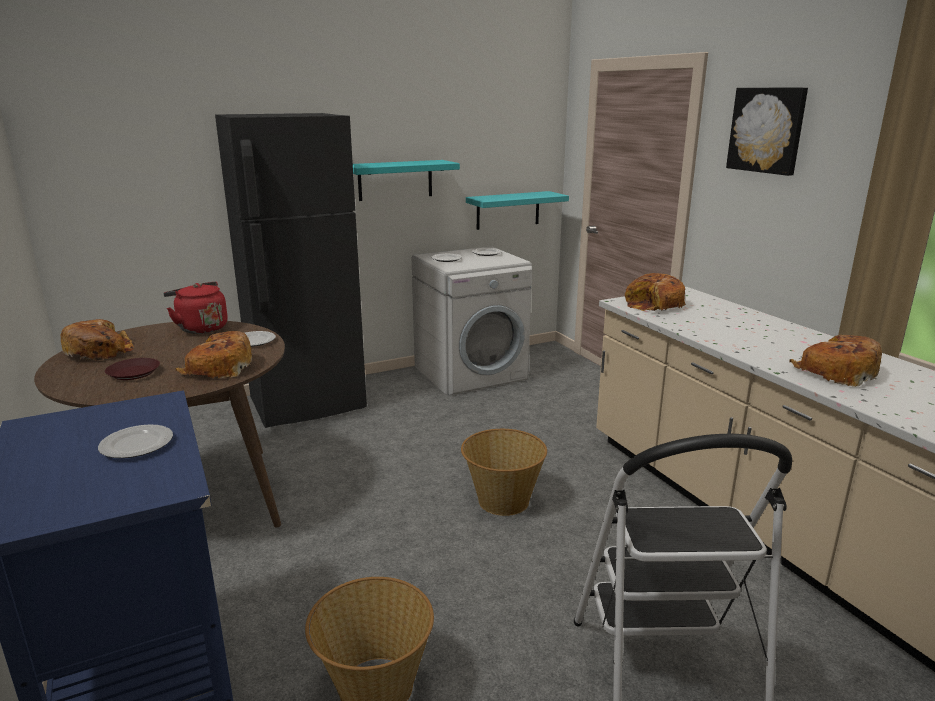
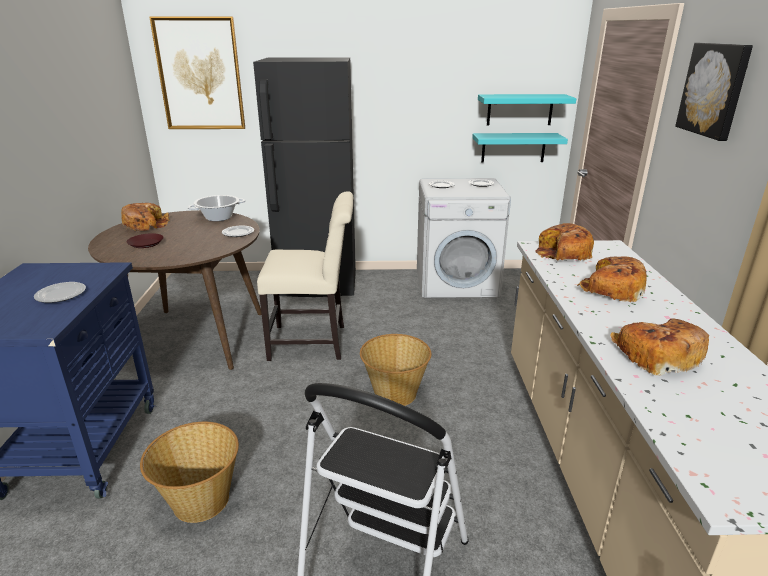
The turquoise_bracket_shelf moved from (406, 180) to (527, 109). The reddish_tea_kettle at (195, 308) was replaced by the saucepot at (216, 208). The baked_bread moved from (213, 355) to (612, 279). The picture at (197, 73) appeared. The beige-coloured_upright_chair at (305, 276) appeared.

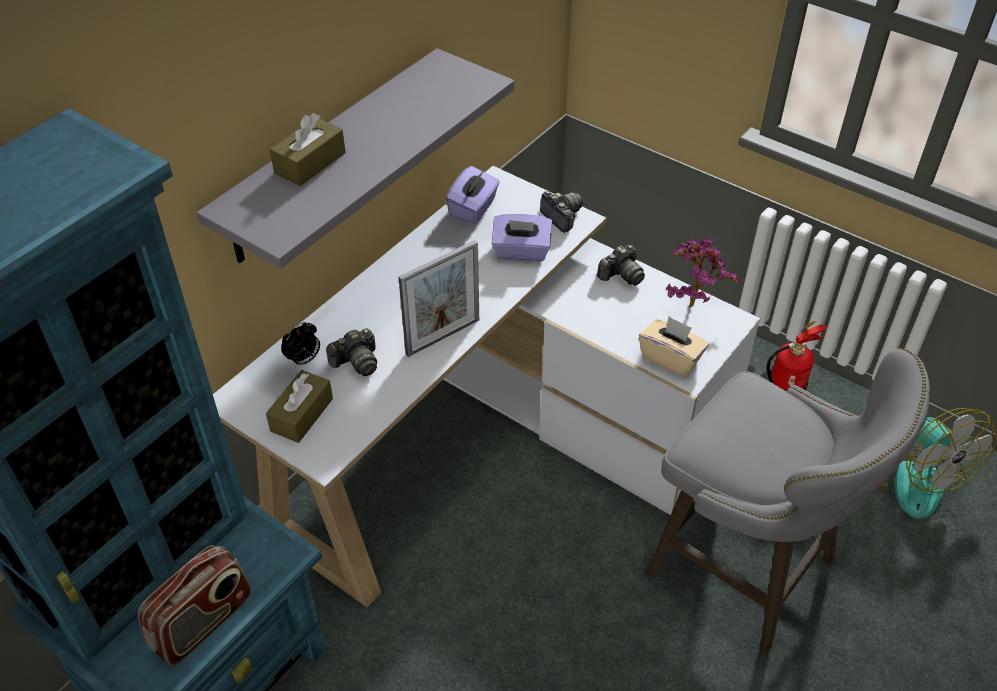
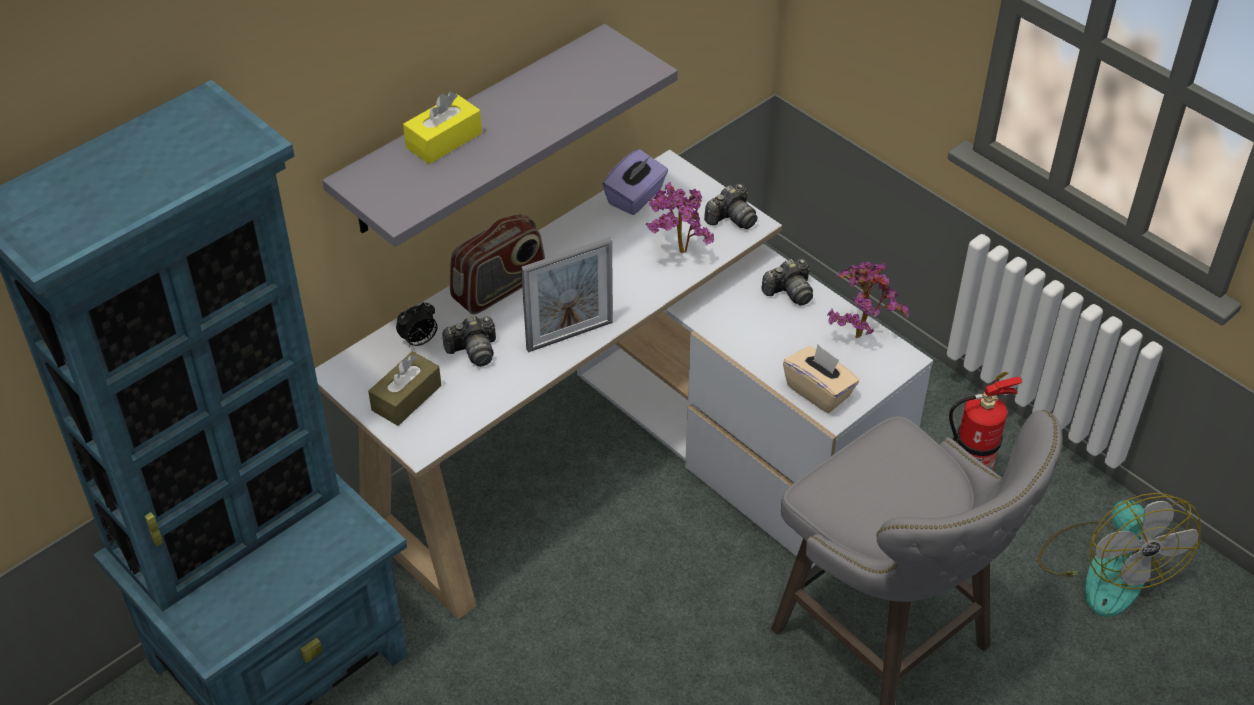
The brown-coloured_box_of_tissues at (308, 149) became the yellowish_box_of_tissues at (442, 128). The photo_camera at (561, 212) turned 75 degrees clockwise. The purple_box_of_tissues at (522, 237) was replaced by the plant_in_a_pot at (680, 217). The radio_set moved from (195, 605) to (497, 264).

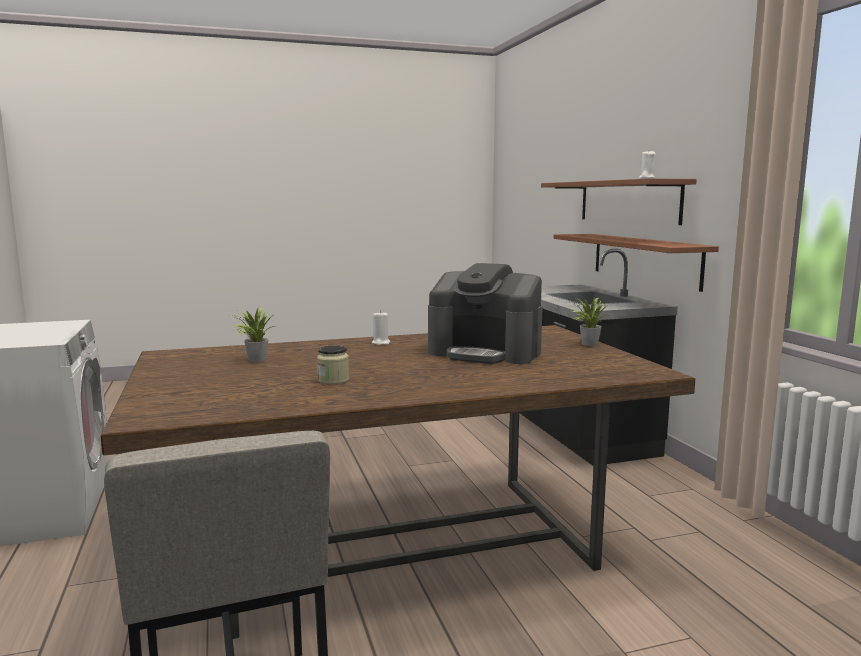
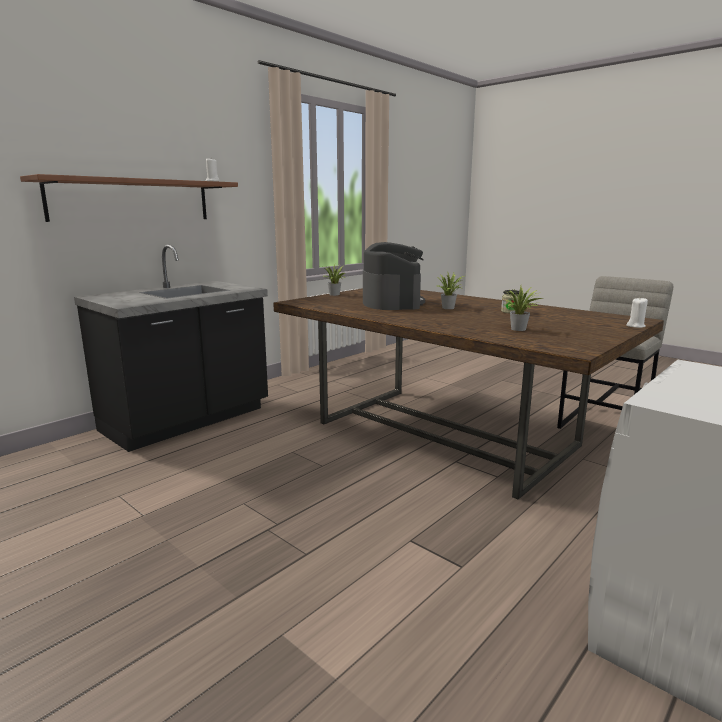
The brown-coloured_bracket_shelf at (636, 263) disappeared. The whitish_wax_light moved from (381, 327) to (637, 313). The plant_in_a_pot at (450, 290) appeared.

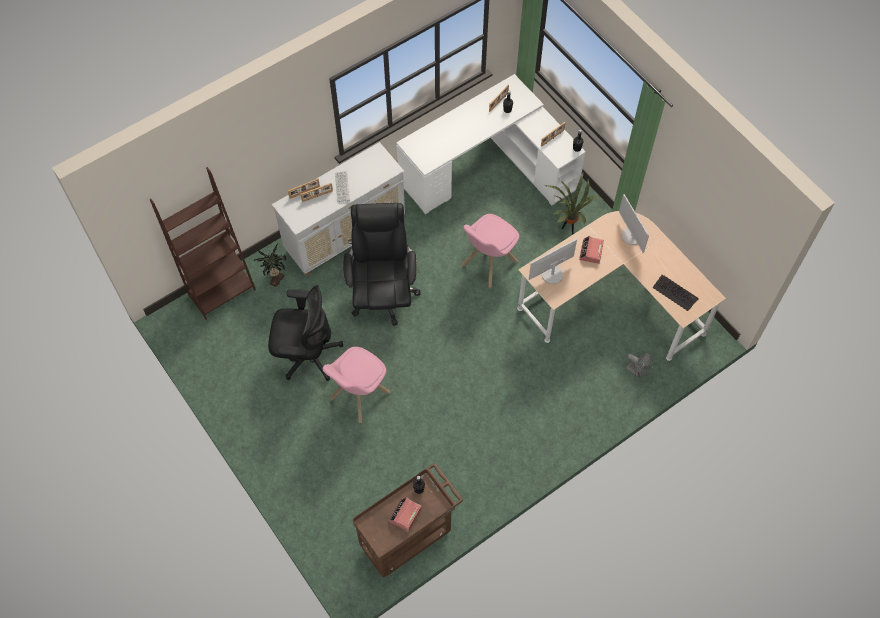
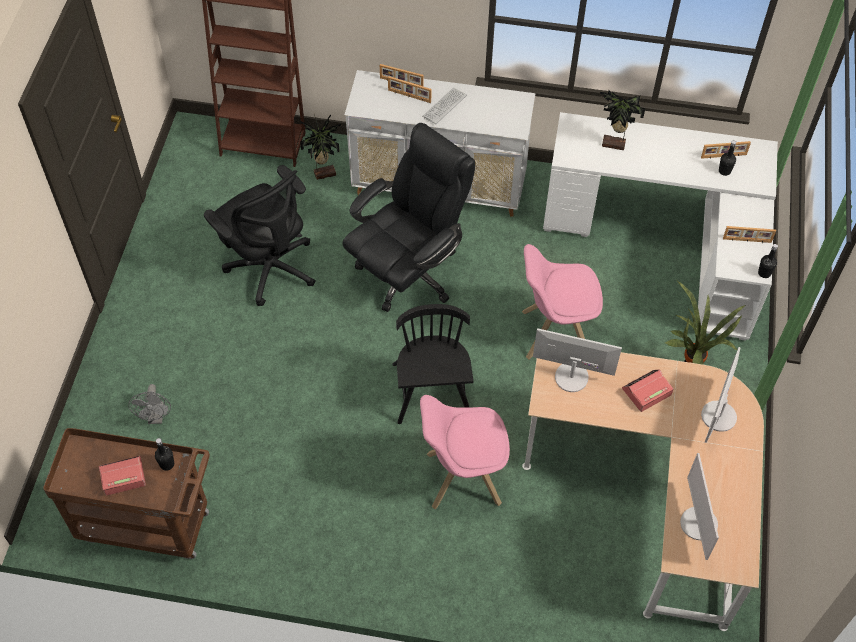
The PC_keyboard at (676, 293) was replaced by the monitor at (699, 506). The pink_upright_chair moved from (356, 385) to (465, 452). The grey_electric_fan moved from (639, 365) to (149, 404). The plant_in_a_pot at (622, 120) appeared. The black_upright_chair at (433, 364) appeared.

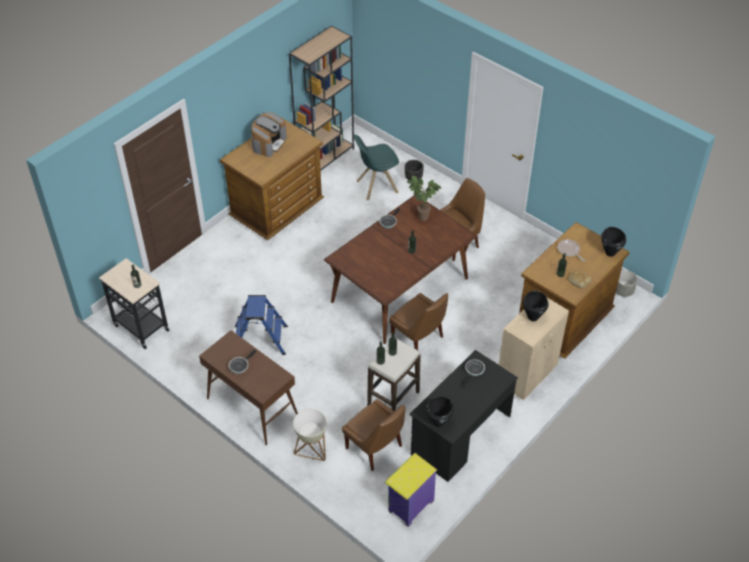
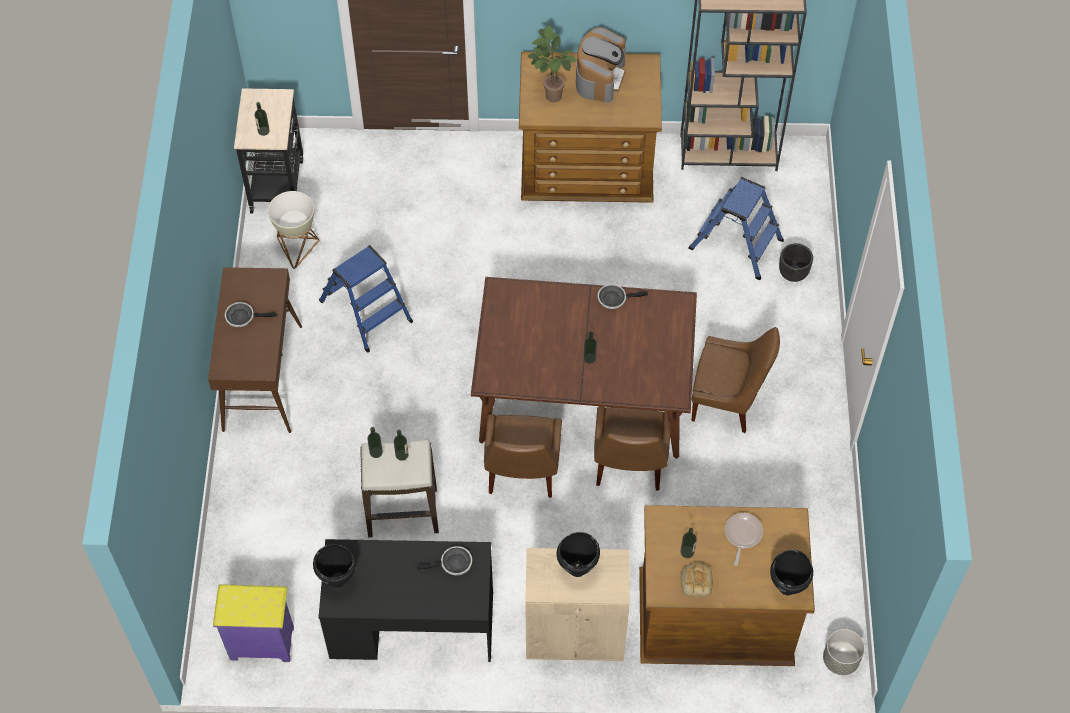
The coffee_brewer at (269, 134) turned 60 degrees counterclockwise. The turquoise_upright_chair at (376, 168) was replaced by the blue_stepladder at (736, 228). The plant_in_a_pot moved from (424, 198) to (552, 64). The brown-coloured_upright_chair moved from (373, 435) to (632, 448). The plant_pot moved from (310, 435) to (293, 230).

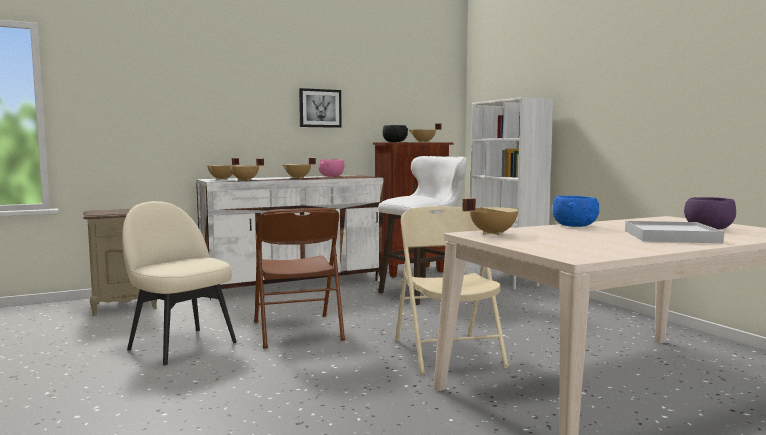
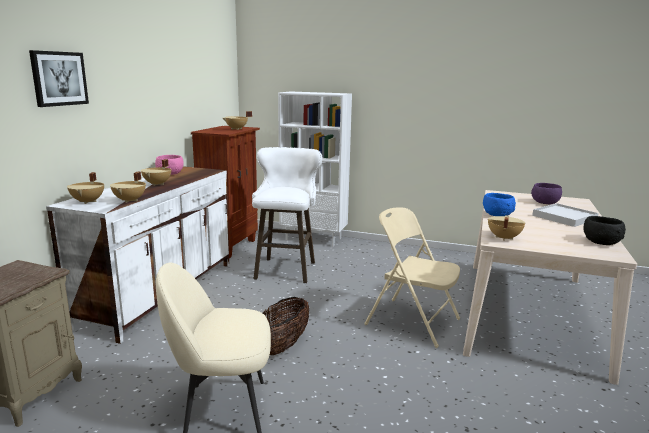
The picture moved from (320, 108) to (59, 78). The black_deep_dish moved from (395, 133) to (604, 230). The brown-coloured_upright_chair at (299, 278) was replaced by the household_basket at (286, 326).

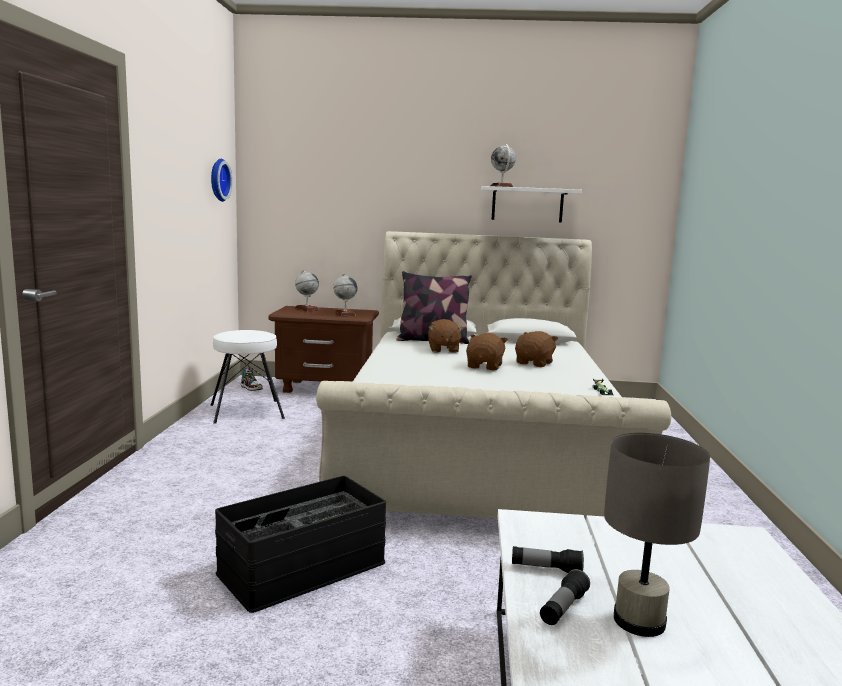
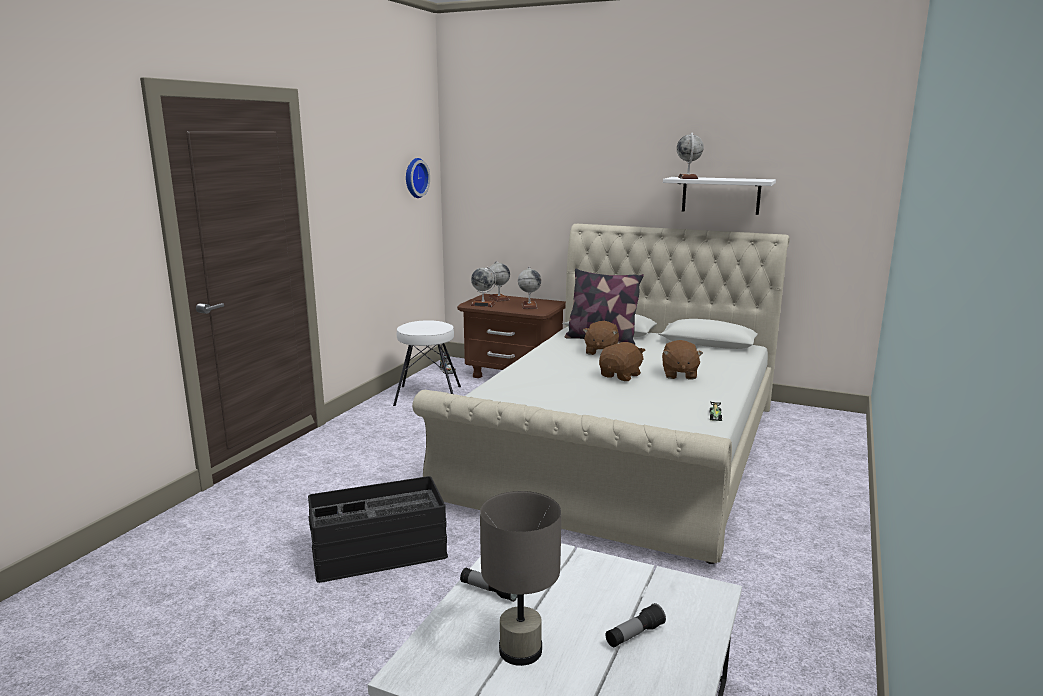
The brown-coloured_plush_toy at (537, 349) turned 135 degrees clockwise. The hand_torch moved from (565, 597) to (635, 625). The world_globe at (483, 286) appeared.

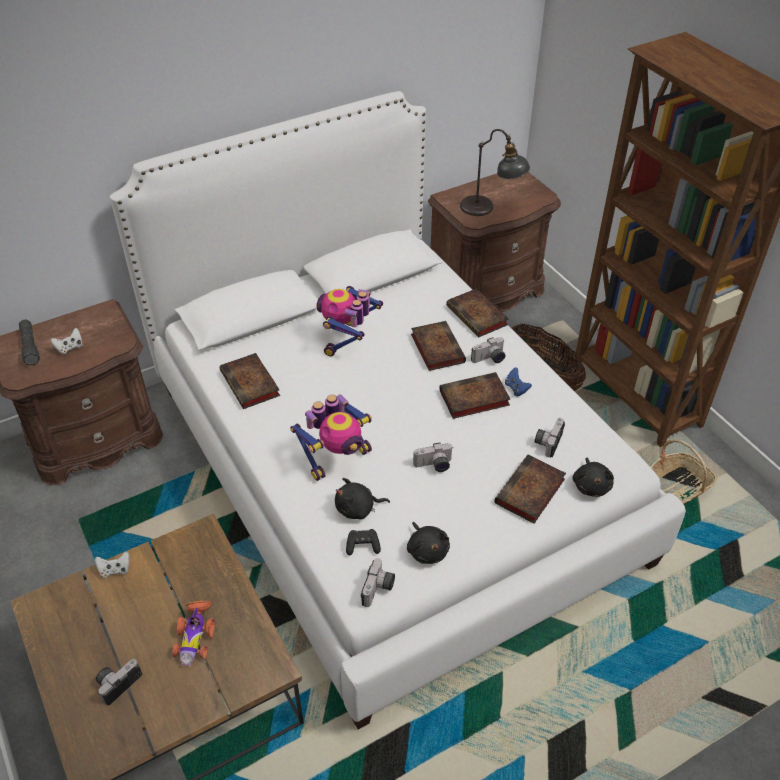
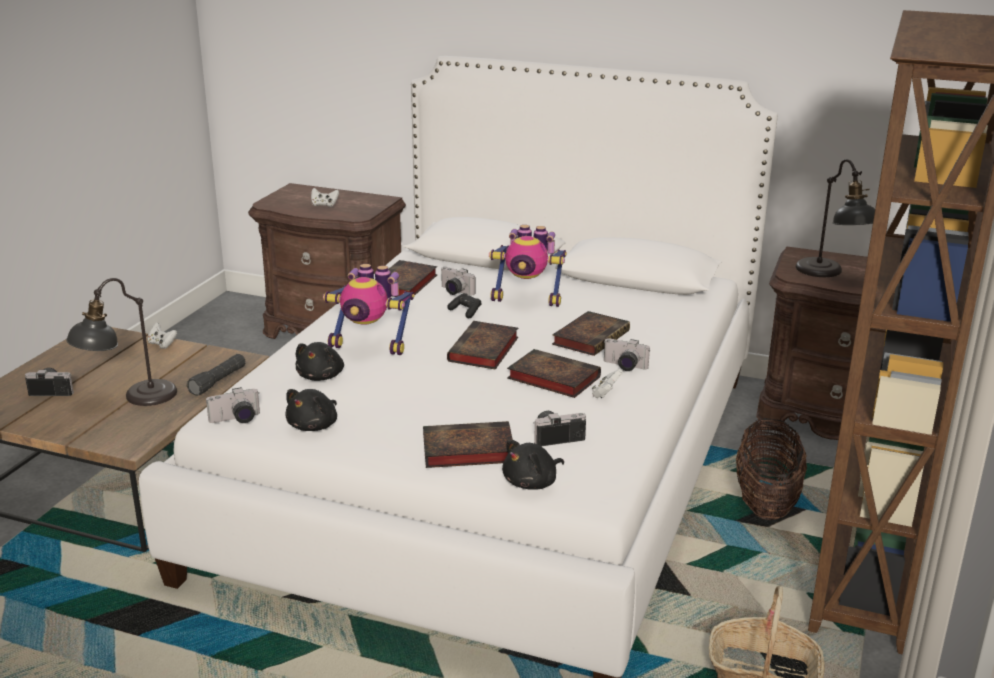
The model_robot at (349, 321) turned 150 degrees counterclockwise. The book moved from (477, 313) to (482, 345). The black_hand_torch moved from (29, 342) to (216, 375). The blue_gamepad at (518, 381) became the whitish_gamepad at (607, 383). The photo_camera moved from (433, 457) to (458, 281). The black_plush_toy at (362, 498) turned 120 degrees counterclockwise. The black_gamepad moved from (363, 542) to (464, 305). The miniature_car at (193, 634) was replaced by the grey_lamp_for_a_table at (121, 342).

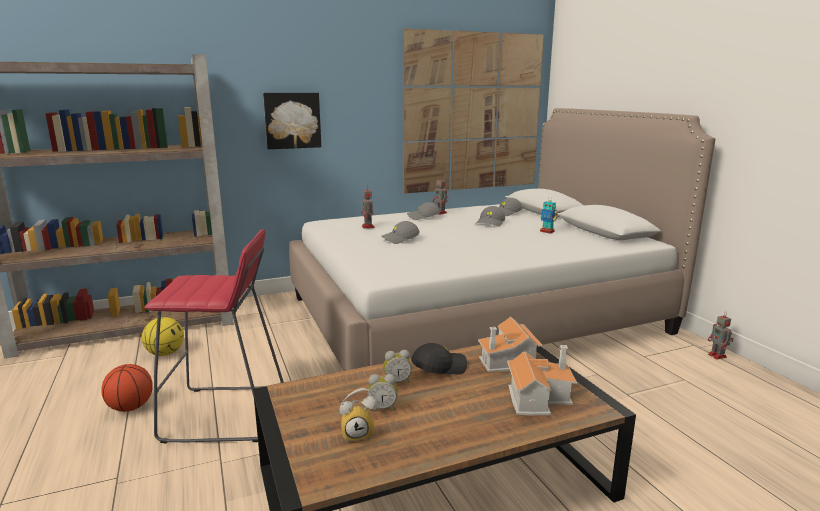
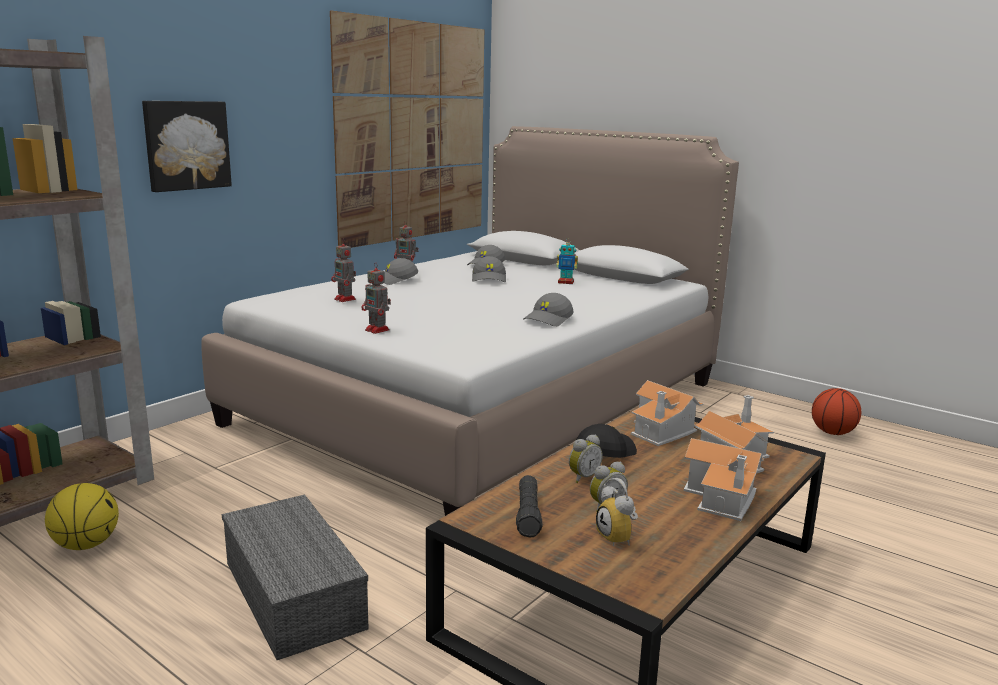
The grey_cap moved from (400, 232) to (548, 310). The reddish_stool at (213, 336) was replaced by the grey_storage_bin at (295, 577). The model_robot moved from (720, 335) to (376, 298). The basketball_ball moved from (127, 388) to (836, 411). The alarm_clock at (359, 415) turned 105 degrees clockwise. The toy_house at (724, 479) appeared. The black_hand_torch at (529, 506) appeared.

